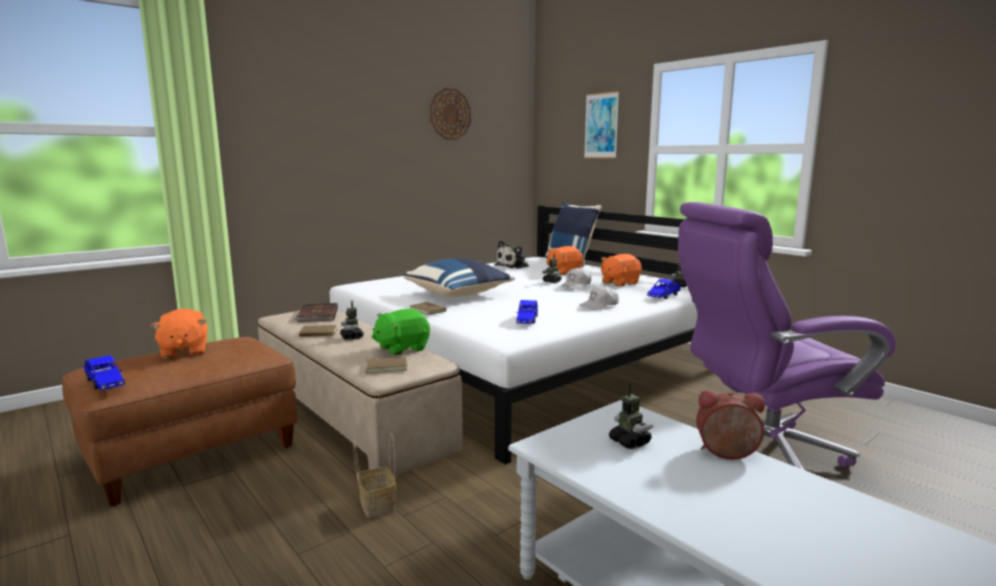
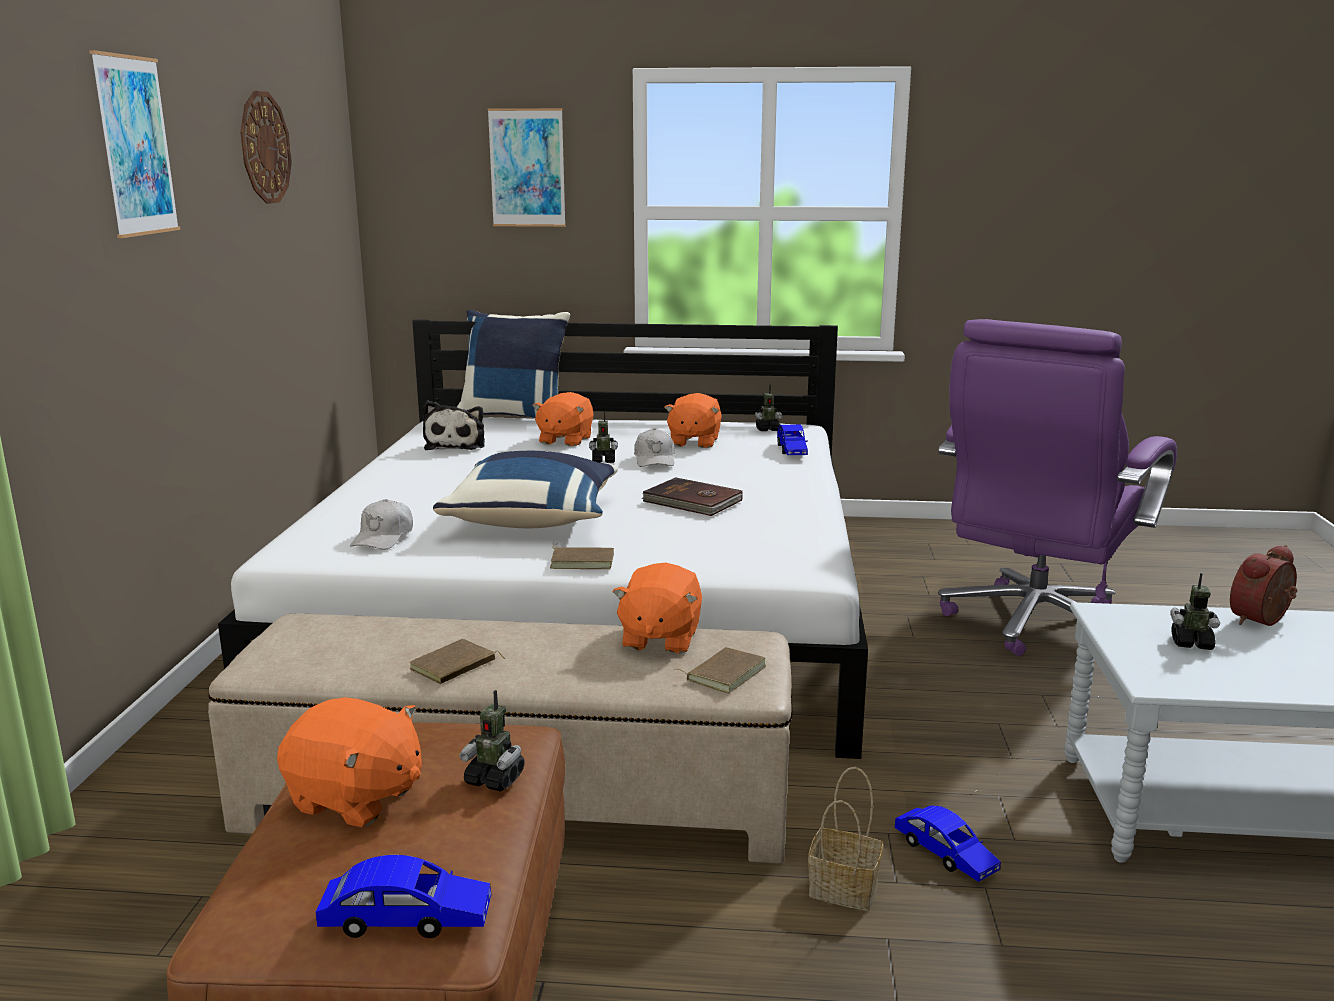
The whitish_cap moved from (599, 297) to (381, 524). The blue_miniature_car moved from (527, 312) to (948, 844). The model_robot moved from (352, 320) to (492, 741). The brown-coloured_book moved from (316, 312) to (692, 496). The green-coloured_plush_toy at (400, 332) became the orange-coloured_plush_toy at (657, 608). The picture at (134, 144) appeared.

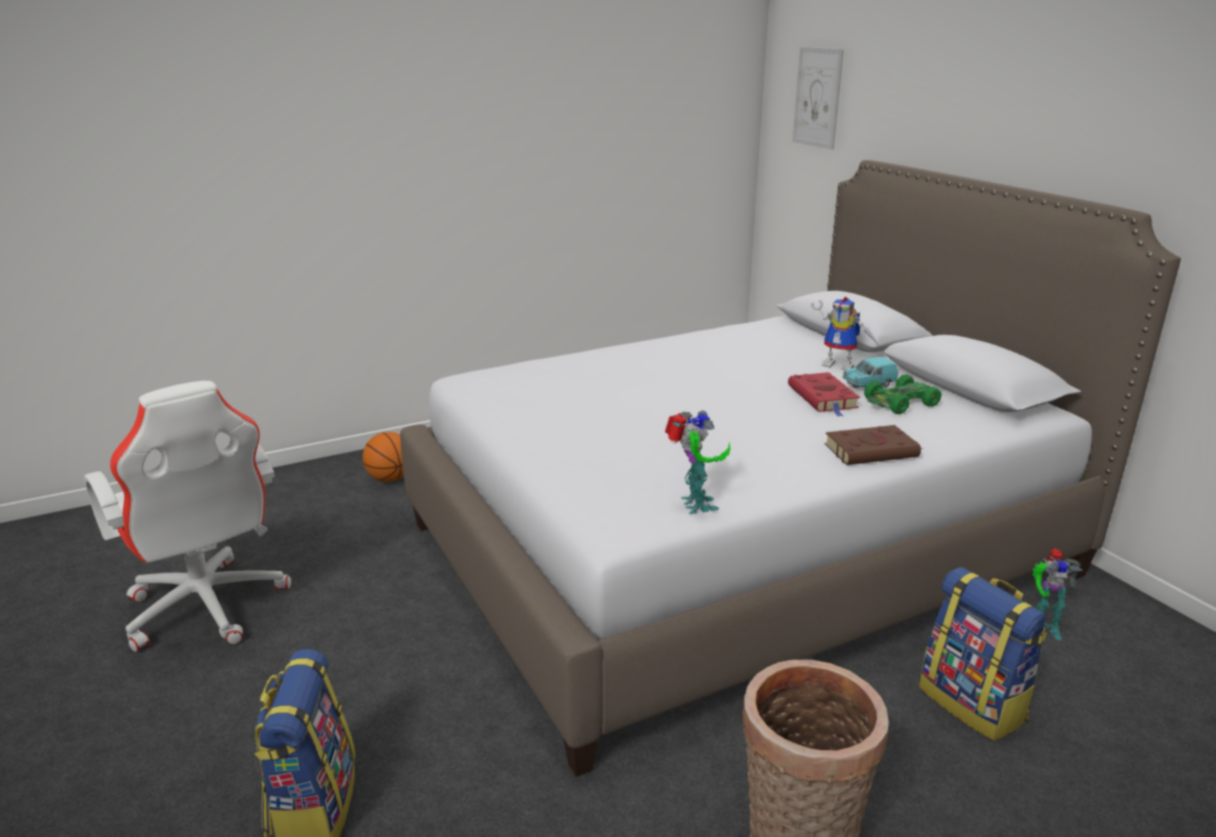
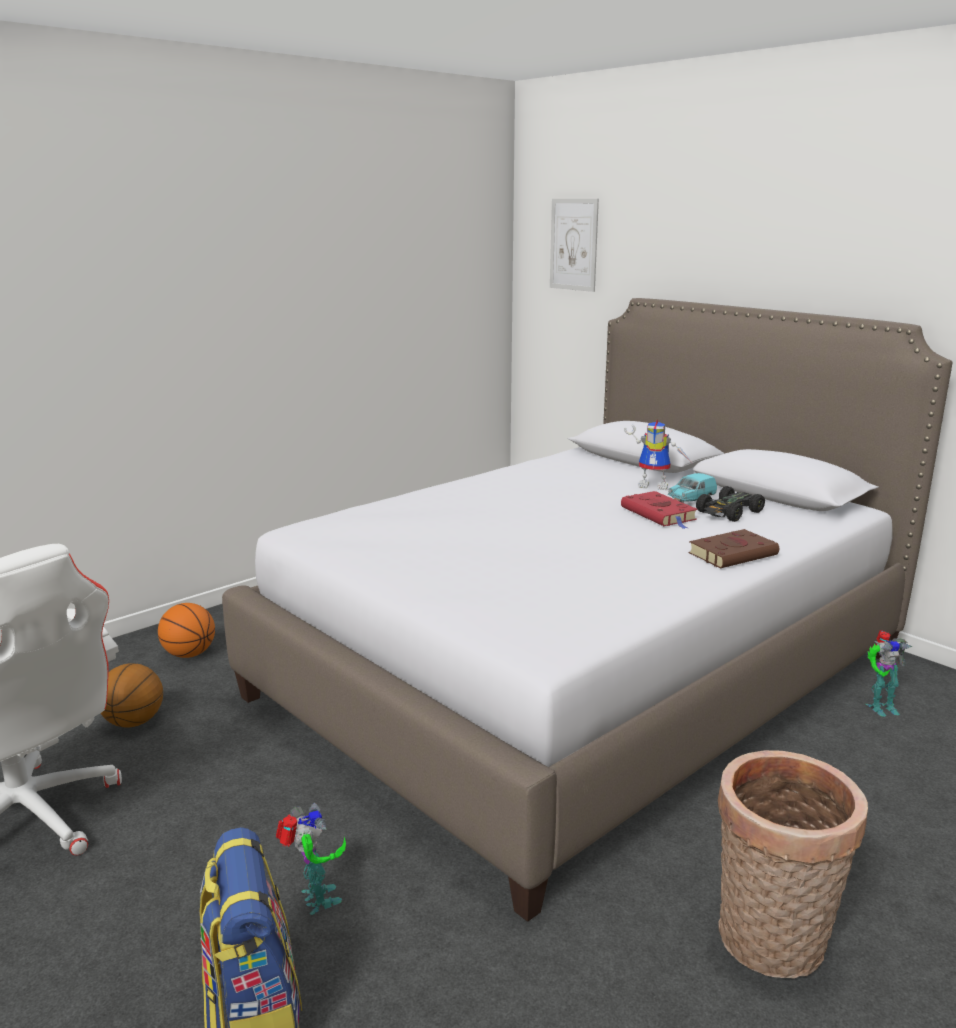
The green-coloured_miniature_car at (903, 394) became the black_miniature_car at (730, 504). The model_robot moved from (697, 462) to (311, 859). The knapsack at (983, 654) disappeared. The basketball_ball at (132, 695) appeared.

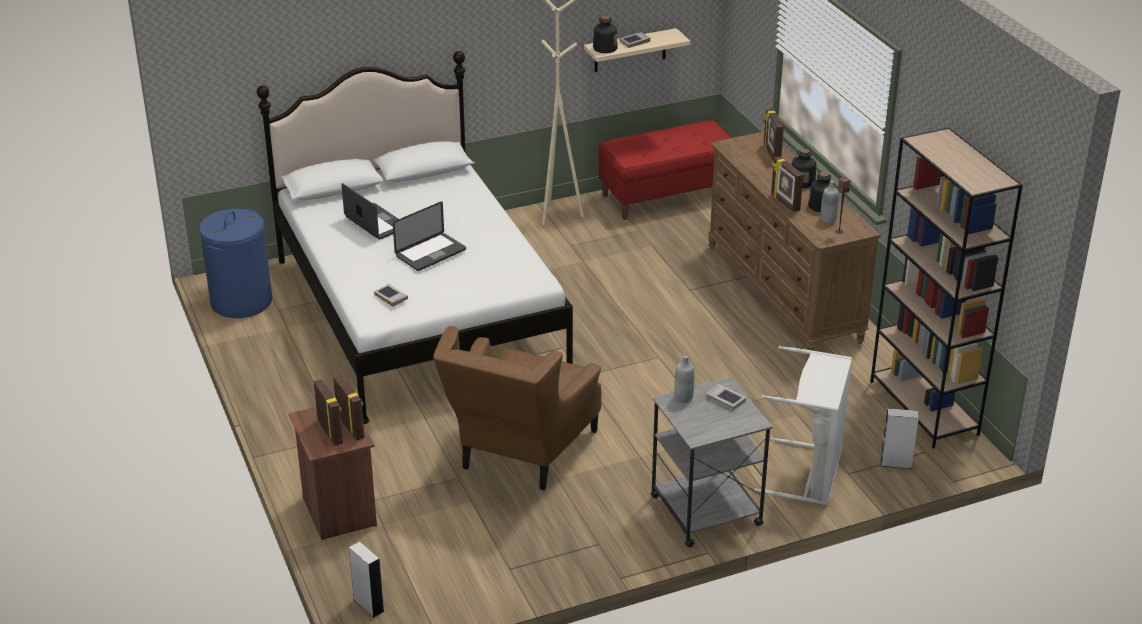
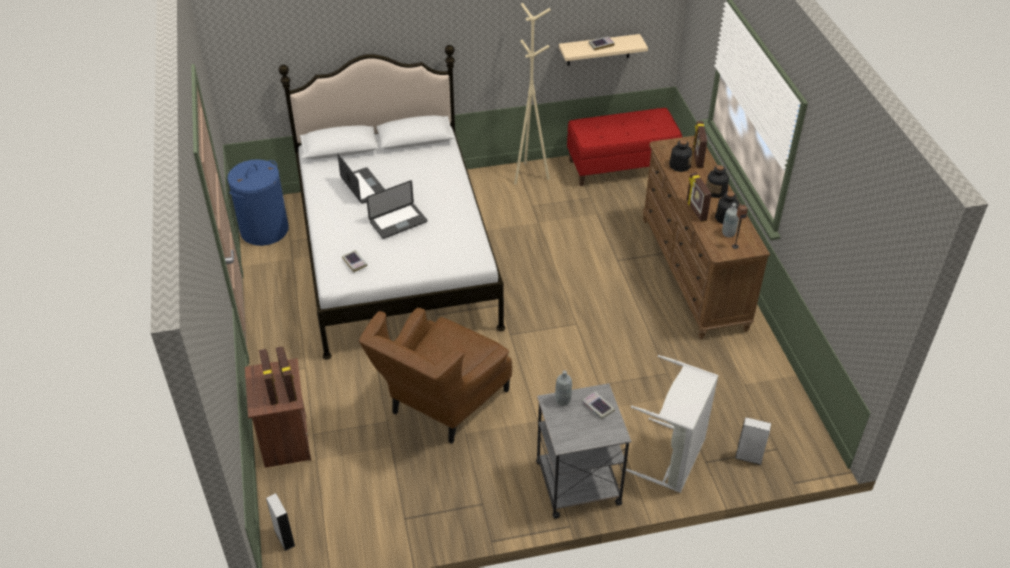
The beverage_bottle moved from (605, 34) to (680, 156). The beige-coloured_bookcase at (946, 288) disappeared.

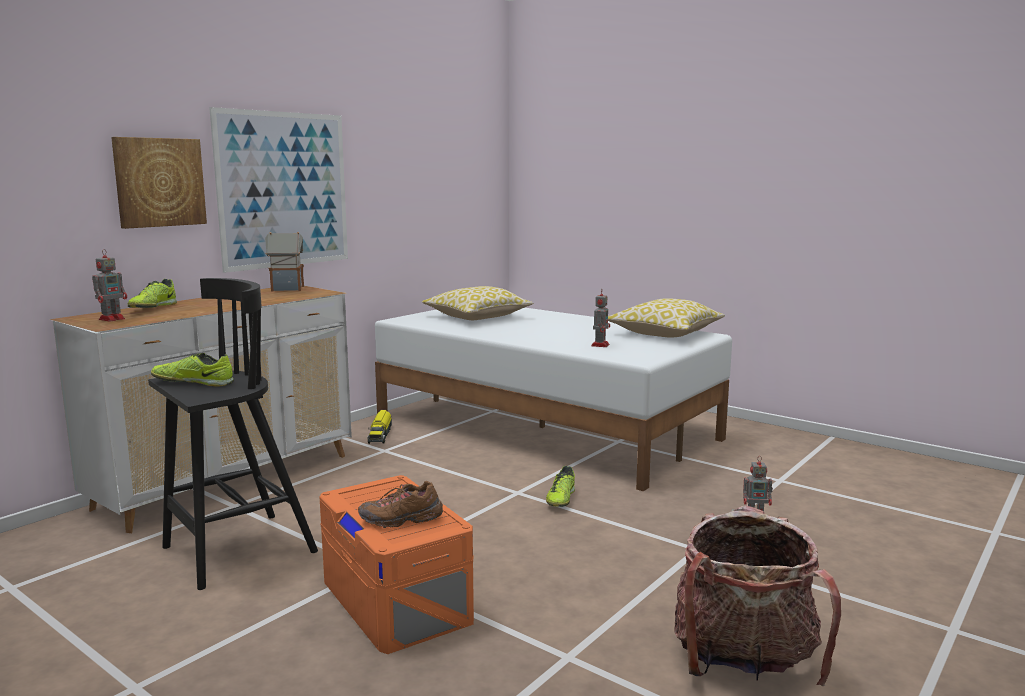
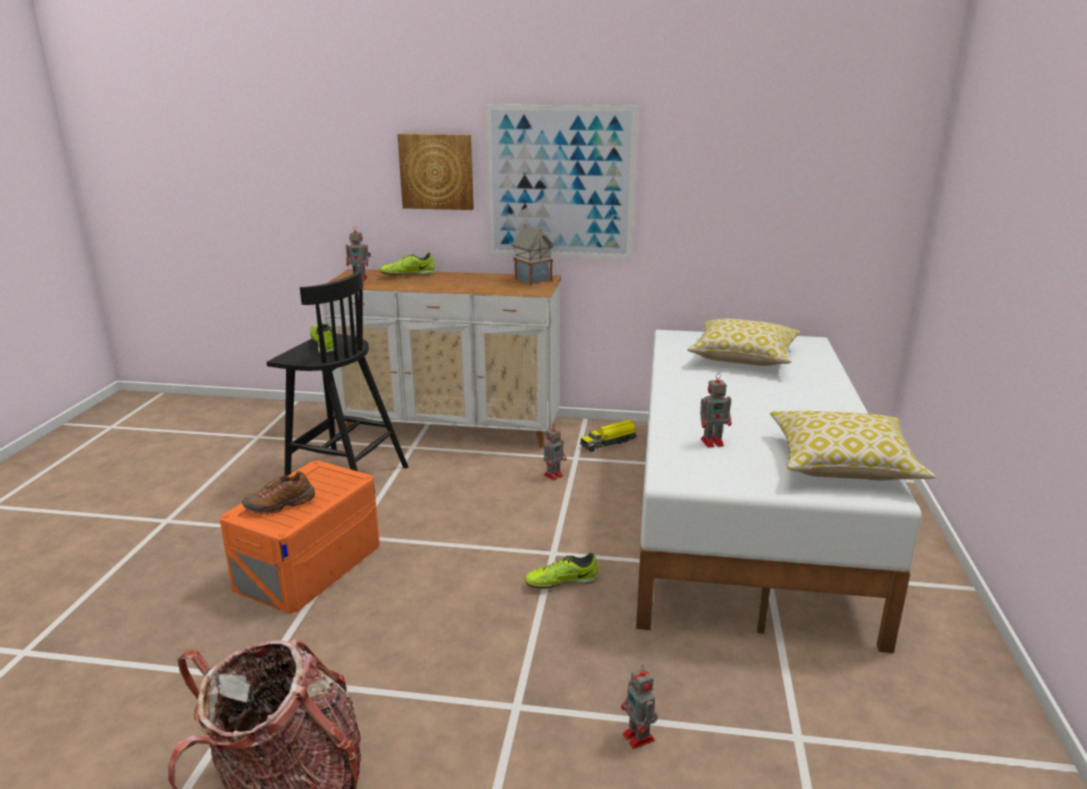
The brown-coloured_shoe at (400, 504) turned 75 degrees counterclockwise. The model_robot at (554, 452) appeared.

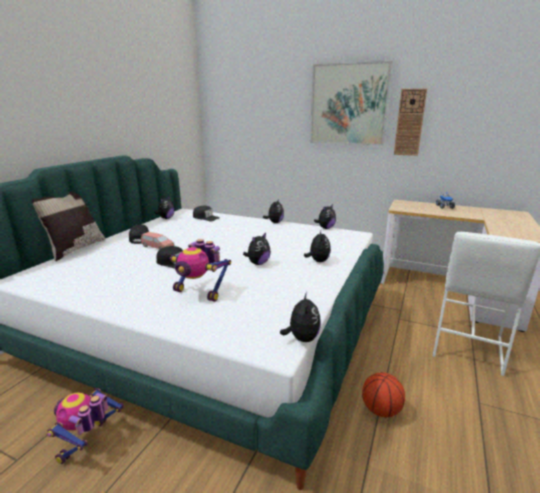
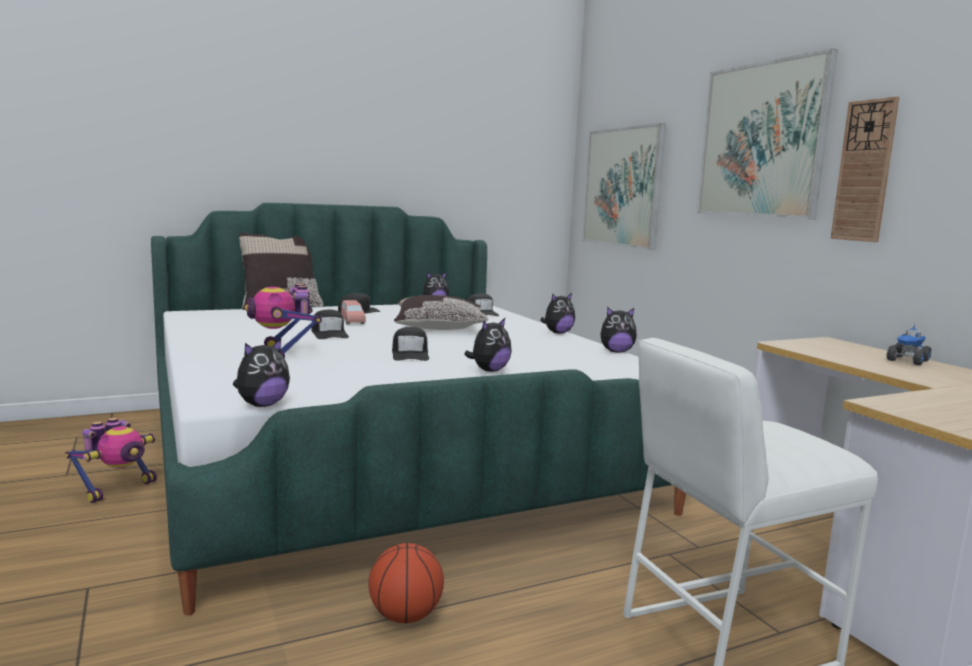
The plush_toy at (257, 249) was replaced by the black_cap at (410, 344). The model_robot at (85, 426) turned 150 degrees clockwise. The picture at (624, 186) appeared. The pillow at (441, 312) appeared.

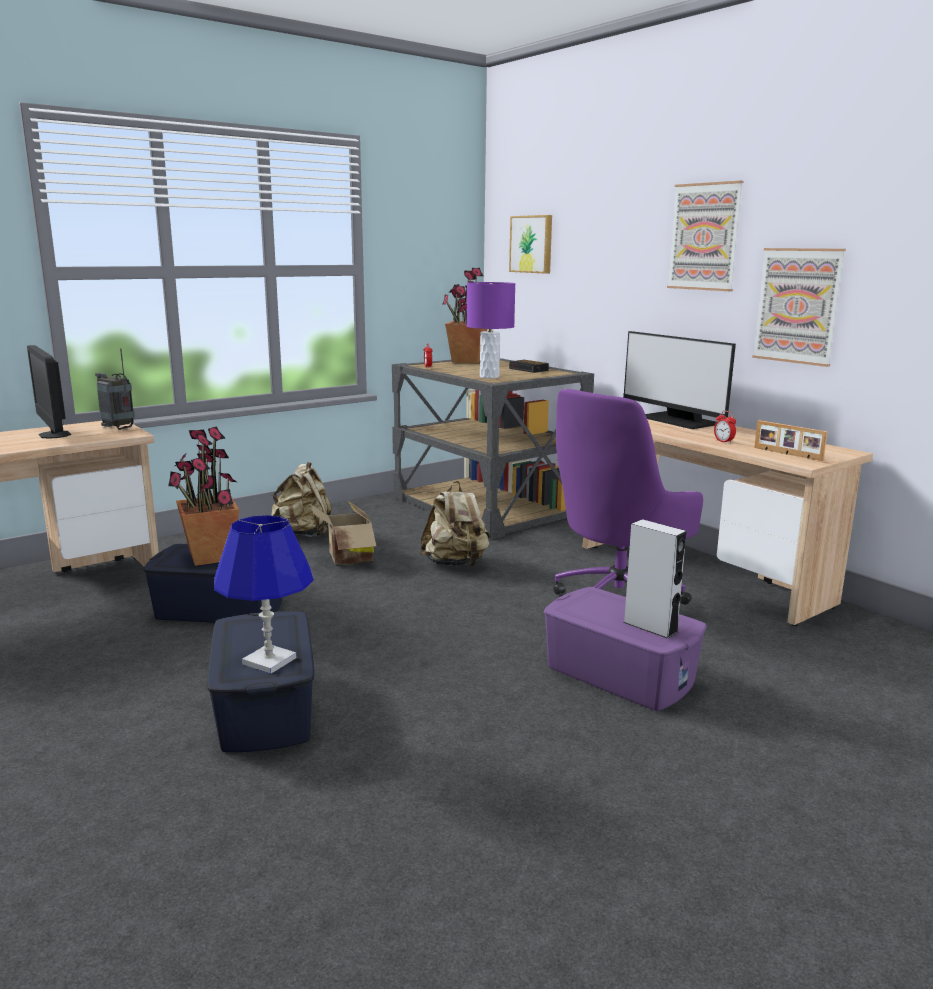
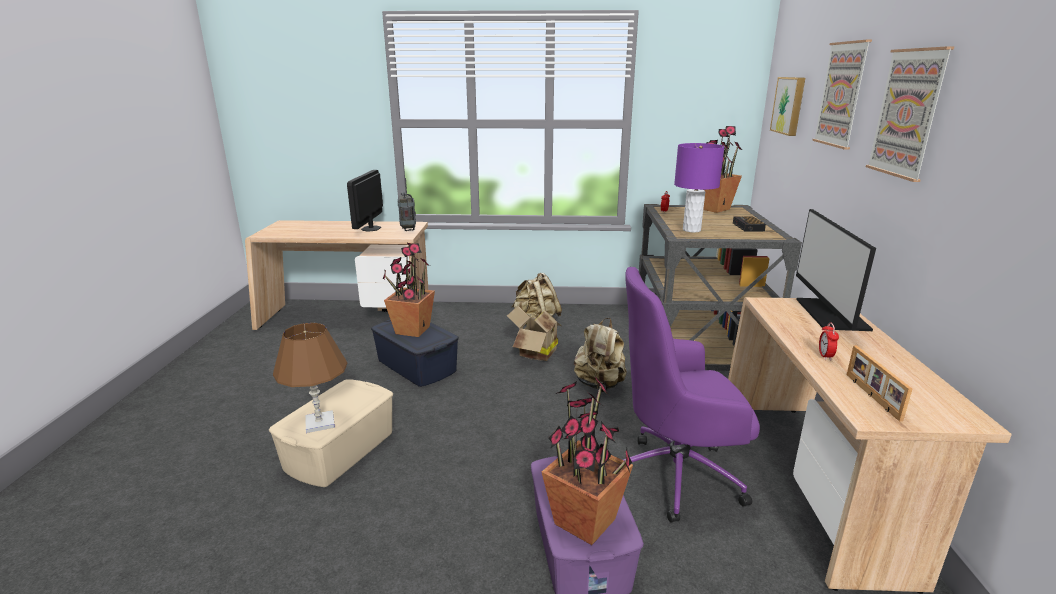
The picture moved from (799, 307) to (842, 95). The blue_lamp_for_a_table at (264, 594) became the brown-coloured_lamp_for_a_table at (310, 378). The grey_audio_speaker at (655, 579) was replaced by the plant_in_a_pot at (587, 460). The blue_storage_bin at (260, 681) became the beige-coloured_storage_bin at (331, 433).

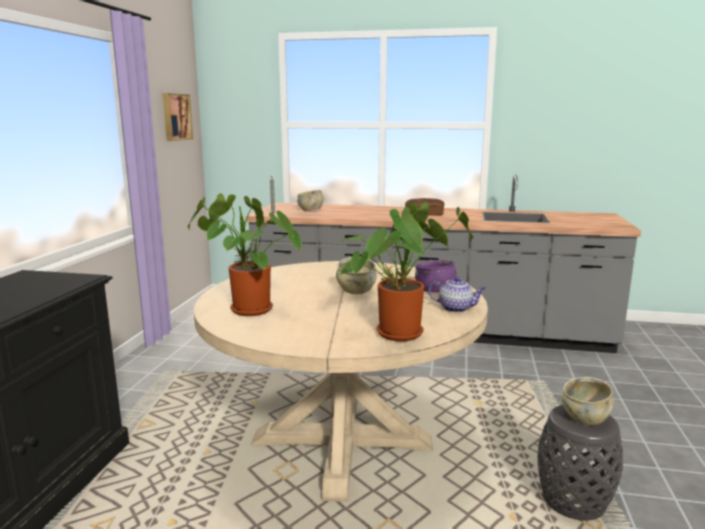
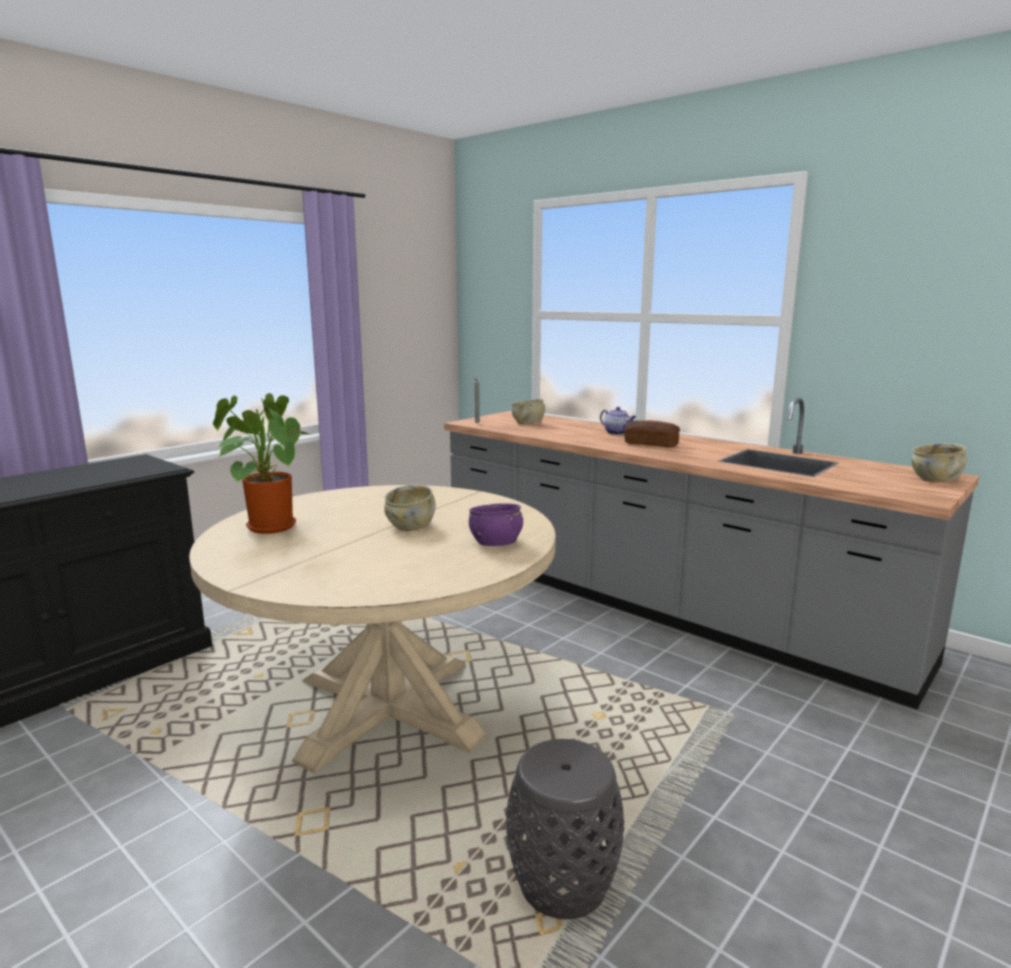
The picture at (178, 117) disappeared. The plant_in_a_pot at (406, 271) disappeared. The pot_for_tea moved from (457, 294) to (618, 421). The beige-coloured_deep_dish moved from (587, 401) to (939, 462).

